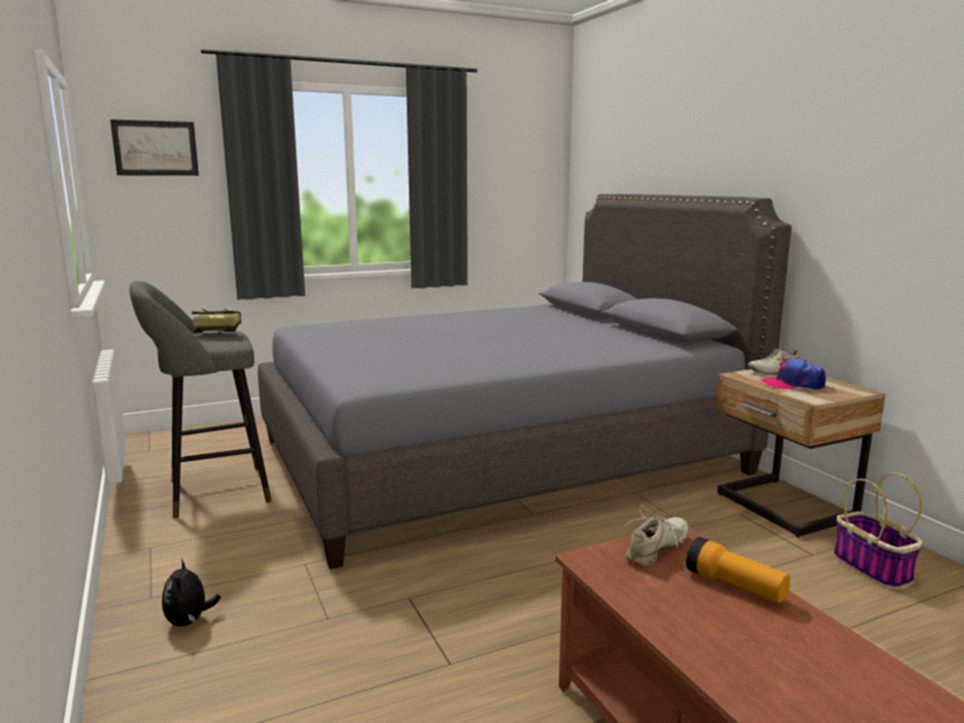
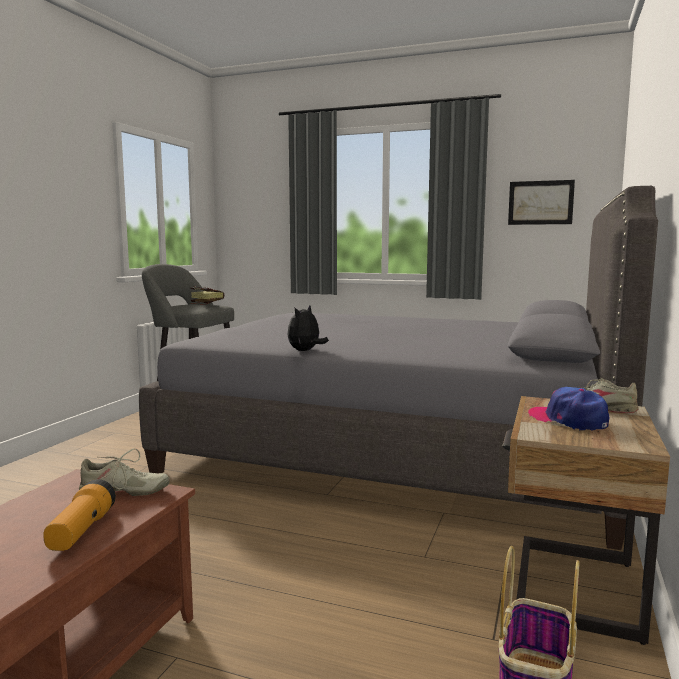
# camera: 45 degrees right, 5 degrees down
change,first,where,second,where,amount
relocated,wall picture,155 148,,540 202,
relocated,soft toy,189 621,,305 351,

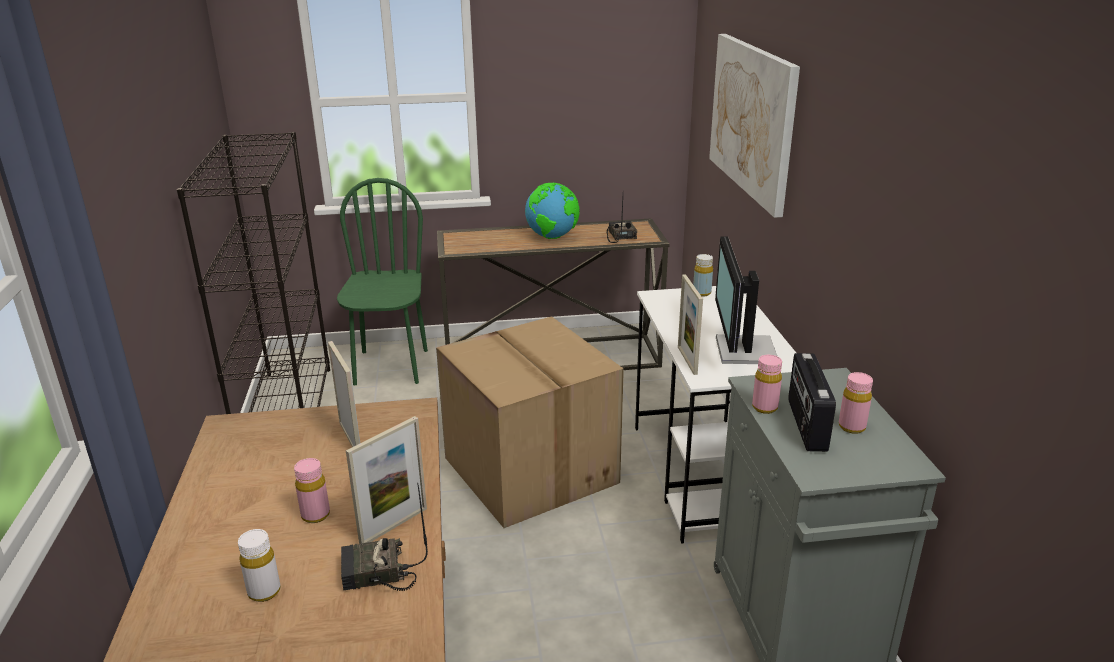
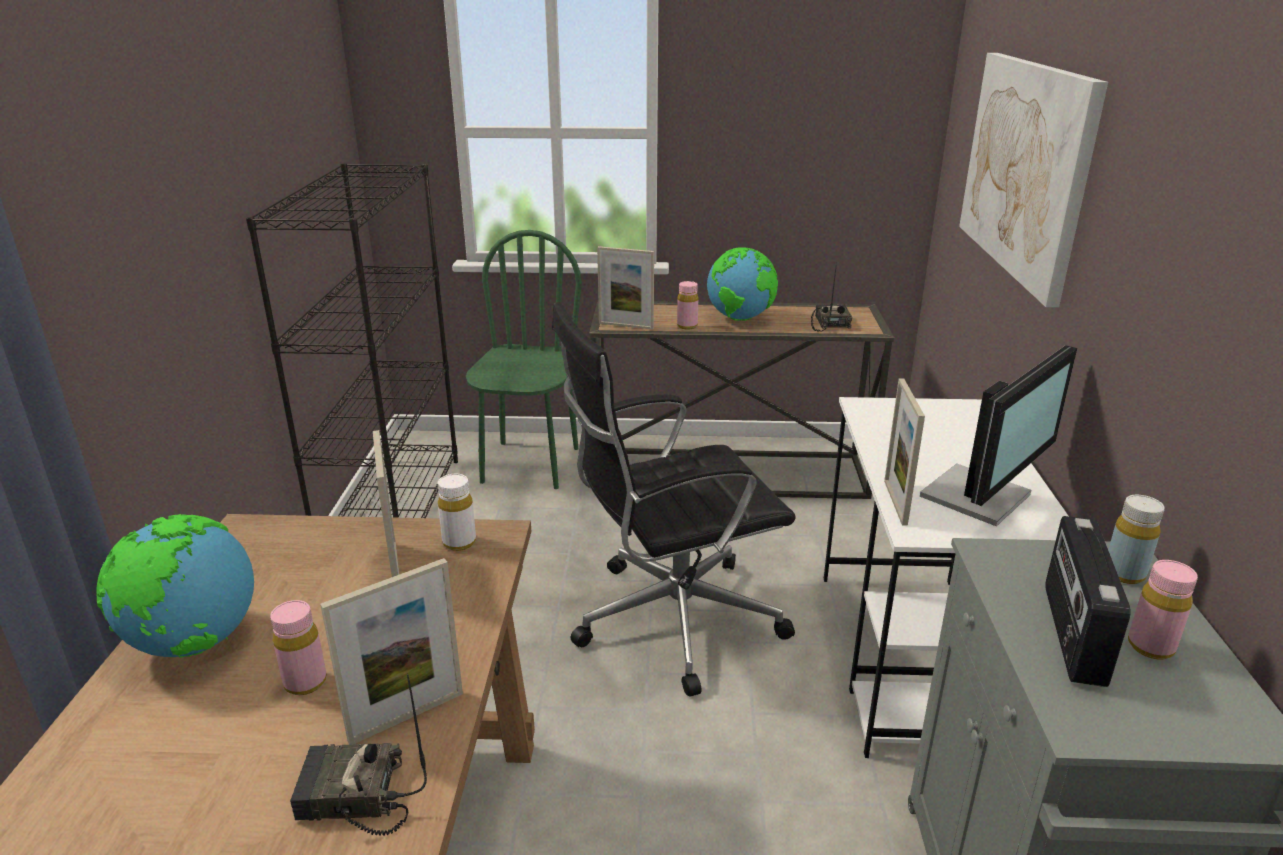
# camera: 10 degrees right, 0 degrees up
change,first,where,second,where,amount
appeared,,,desk globe,193 644,
appeared,,,photo frame,626 325,
relocated,white drink bottle,264 591,,459 542,
relocated,yellow-coloured drink bottle,702 293,,1124 574,
relocated,pink drink bottle,764 407,,687 326,
exchanged,cardboard box,527 469,black computer chair,671 620,
spun,monitor,743 351,,980 496,150 degrees counterclockwise

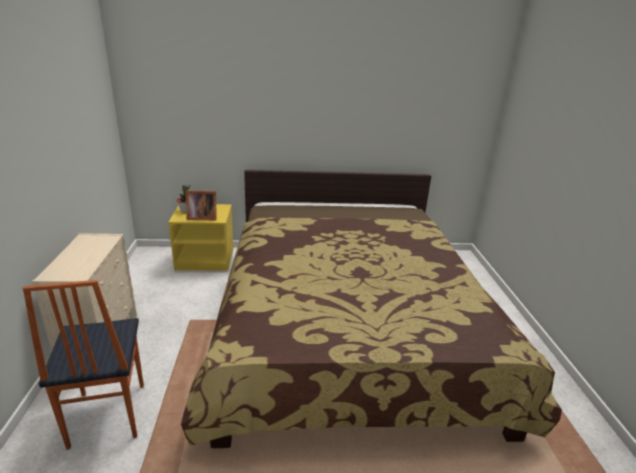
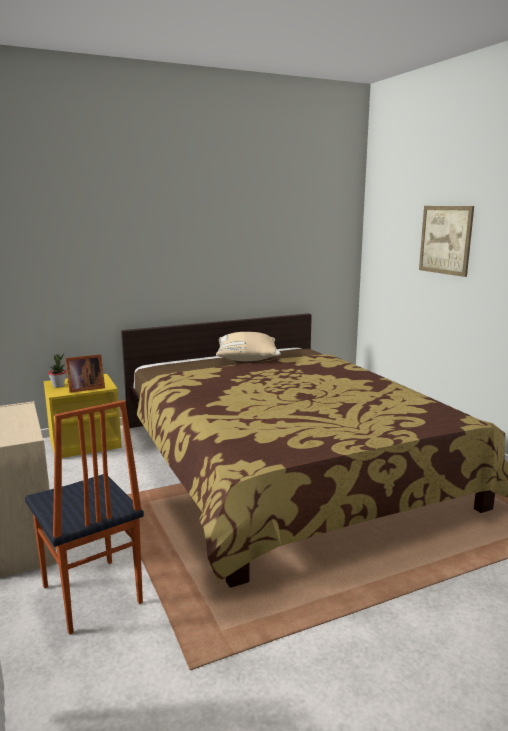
# camera: 20 degrees left, 10 degrees down
change,first,where,second,where,amount
appeared,,,beige cushion,247 359,
appeared,,,wall picture,445 240,

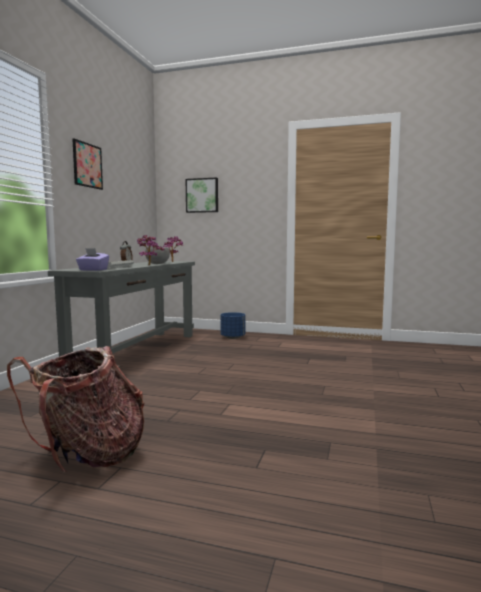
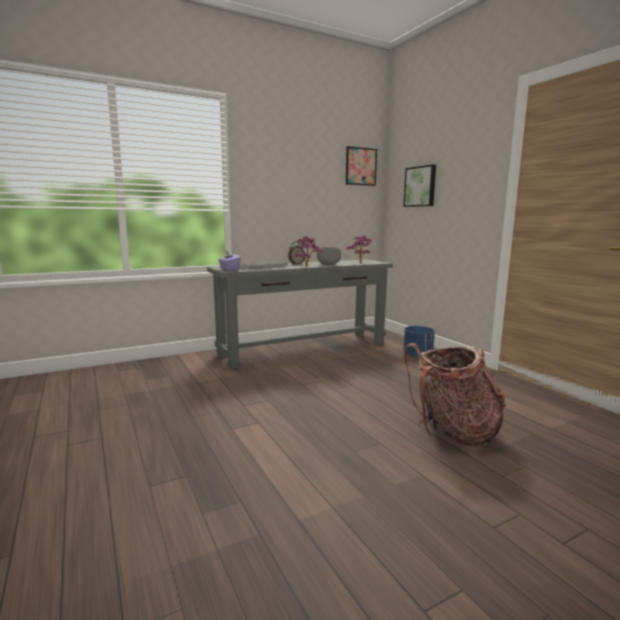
# camera: 45 degrees right, 5 degrees up
change,first,where,second,where,amount
relocated,knapsack,88 456,,452 432,
relocated,wall picture,87 165,,361 166,

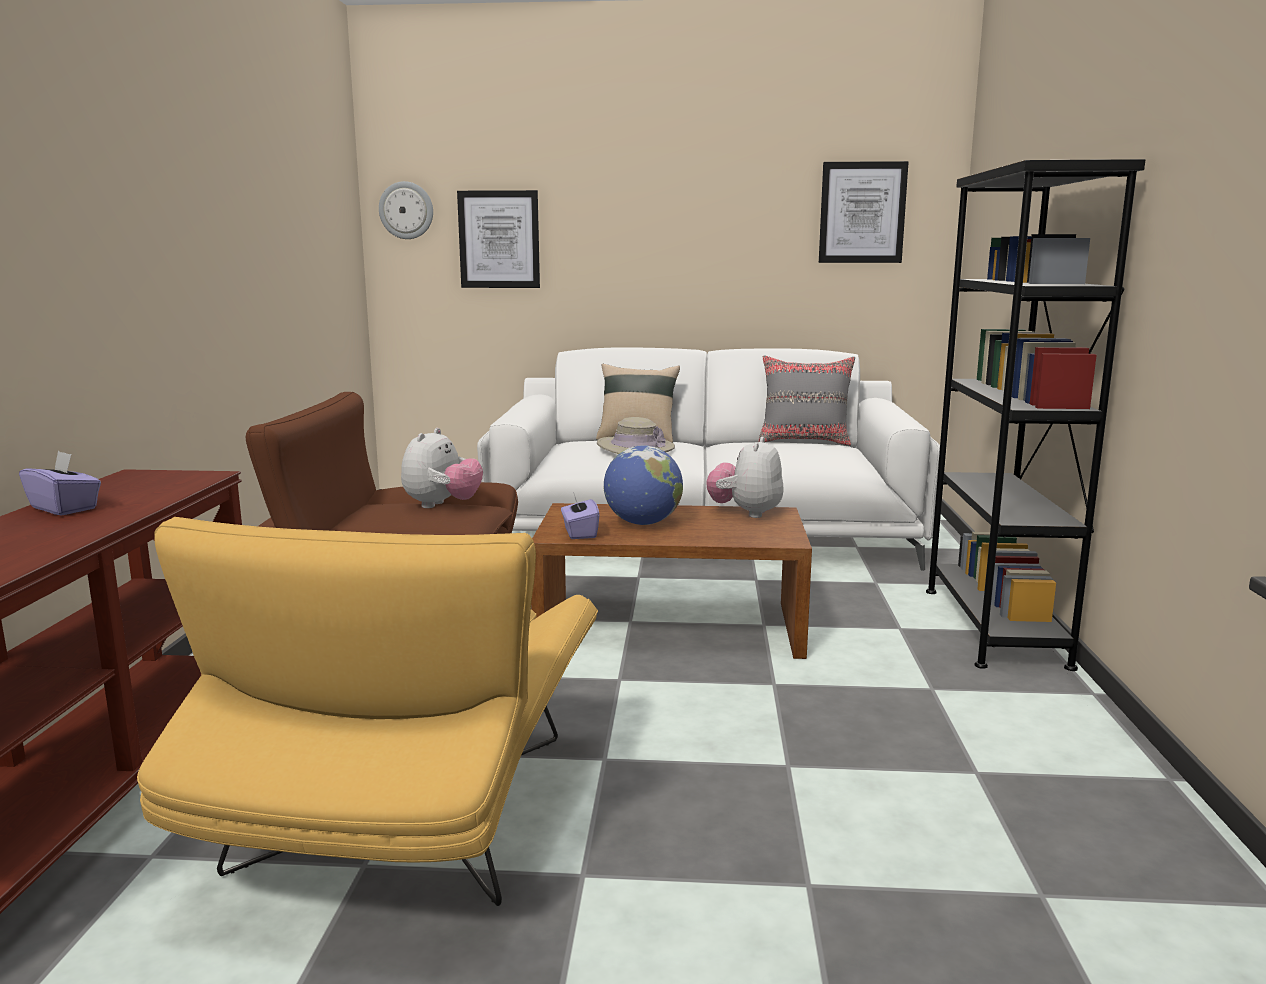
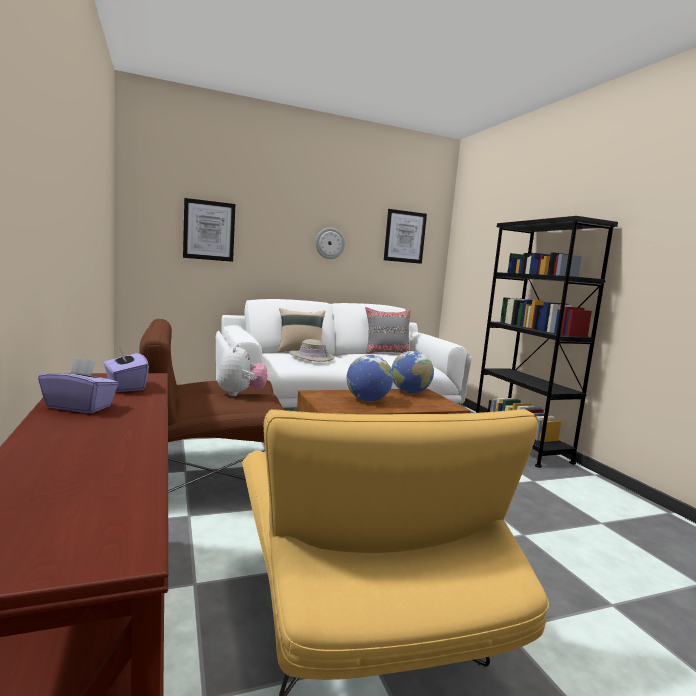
# camera: 25 degrees left, 5 degrees down
change,first,where,second,where,amount
relocated,wall clock,406 210,,330 243,
relocated,purple box of tissues,579 533,,125 386,
exchanged,soft toy,746 513,desk globe,410 392,

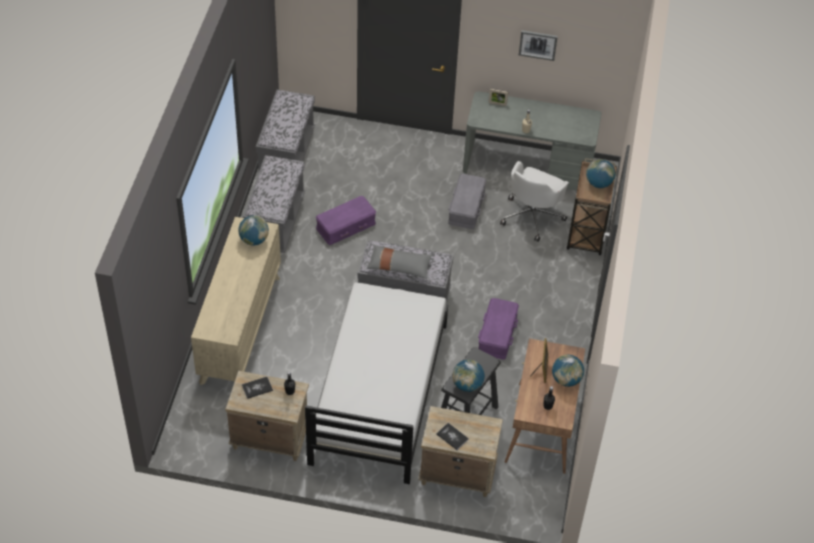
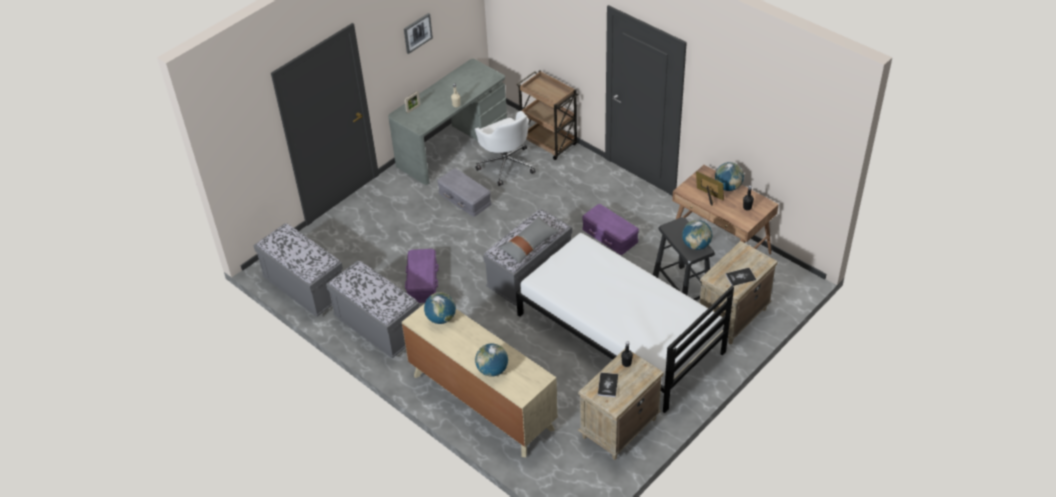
# camera: 55 degrees left, 5 degrees down
change,first,where,second,where,amount
relocated,desk globe,598 183,,492 370,

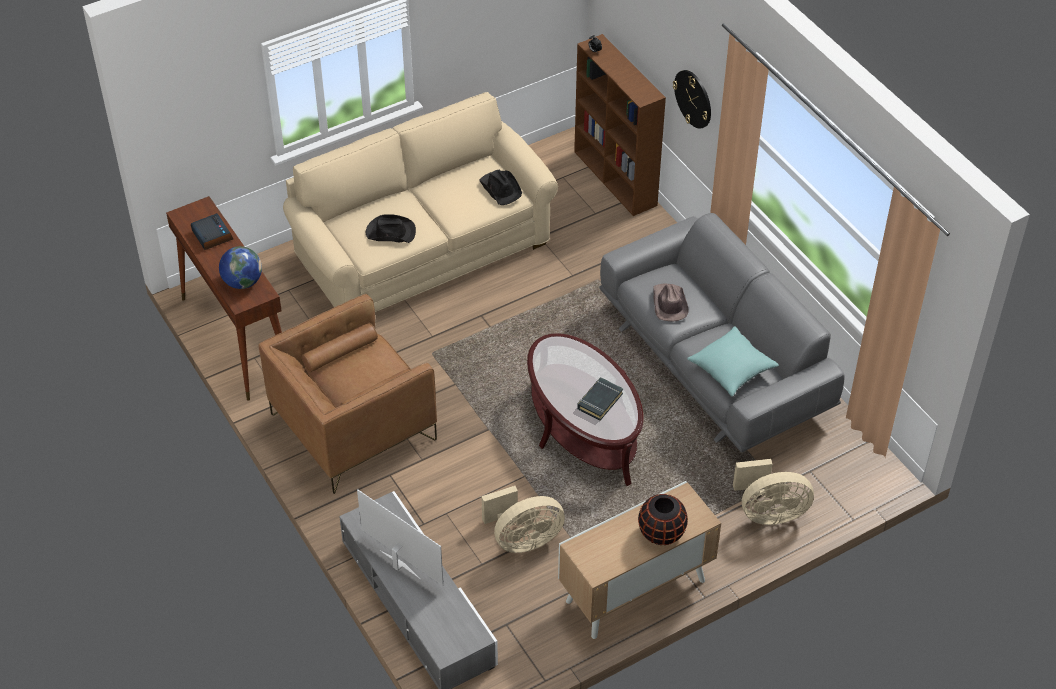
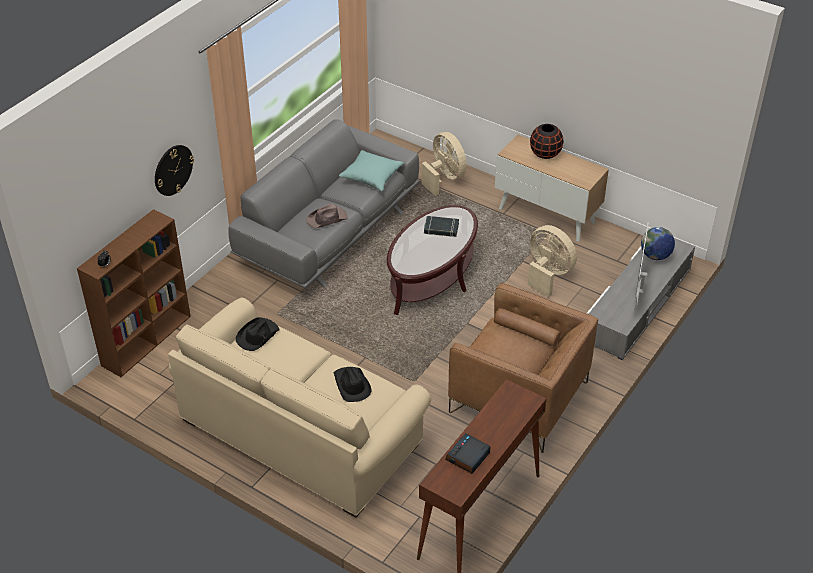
# camera: 115 degrees left, 5 degrees down
change,first,where,second,where,amount
relocated,desk globe,242 282,,655 256,

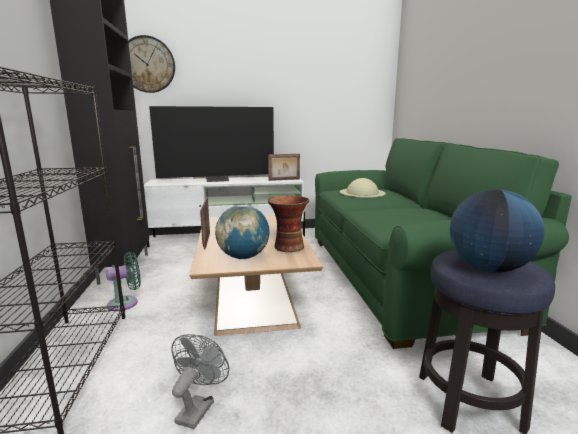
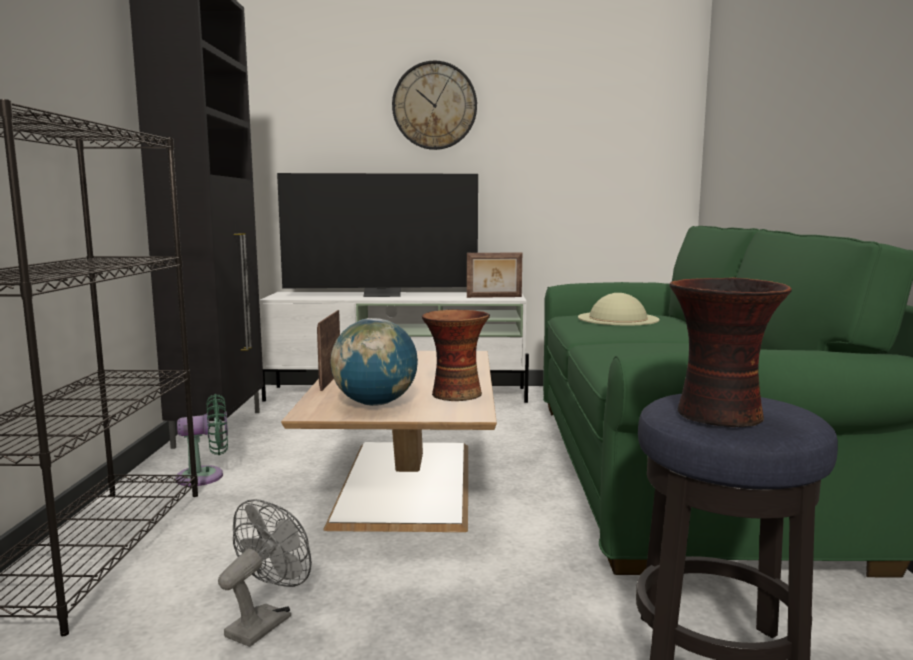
# camera: 10 degrees right, 5 degrees down
change,first,where,second,where,amount
relocated,wall clock,147 64,,434 106,
exchanged,desk globe,488 269,vase,720 416,

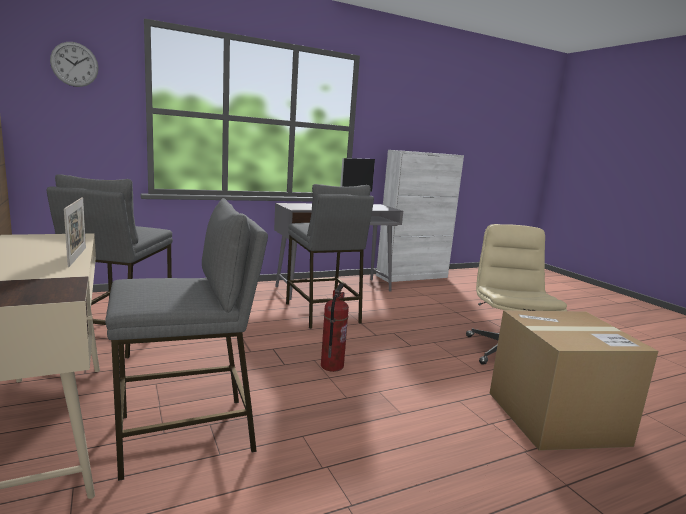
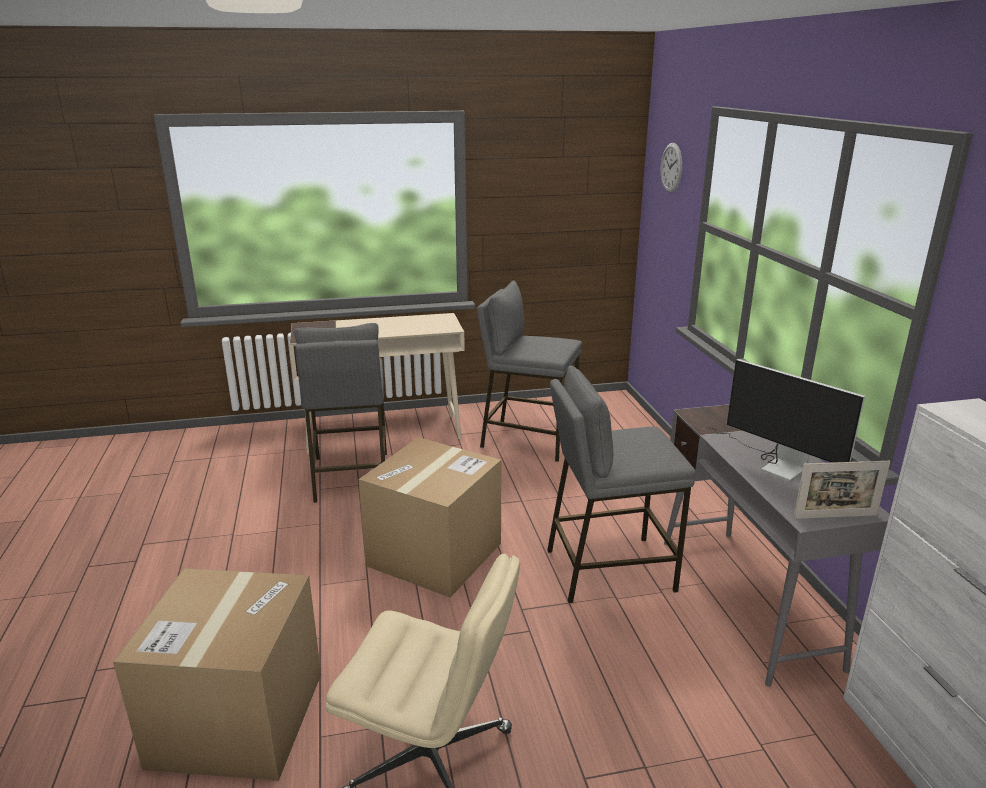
# camera: 105 degrees right, 10 degrees up
change,first,where,second,where,amount
relocated,photo frame,77 257,,835 516,
exchanged,extinguisher,331 366,cardboard box,434 554,

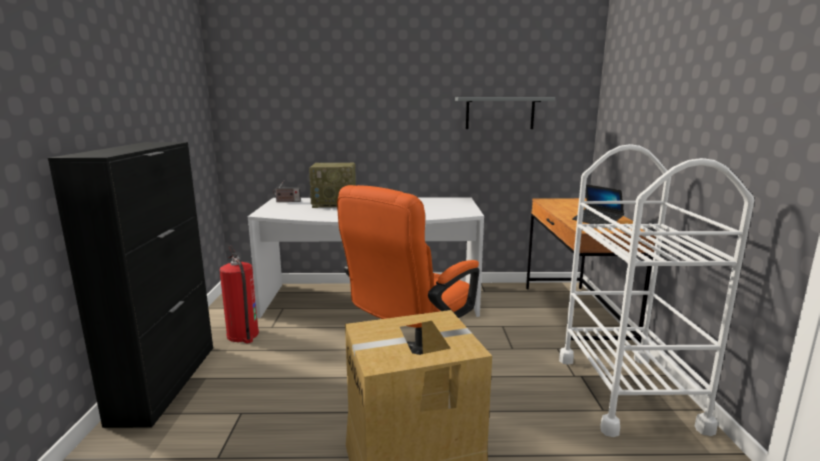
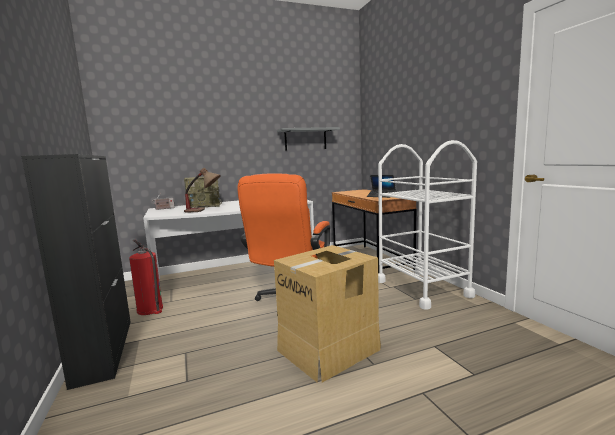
# camera: 20 degrees left, 5 degrees down
change,first,where,second,where,amount
appeared,,,table lamp,204 210,

